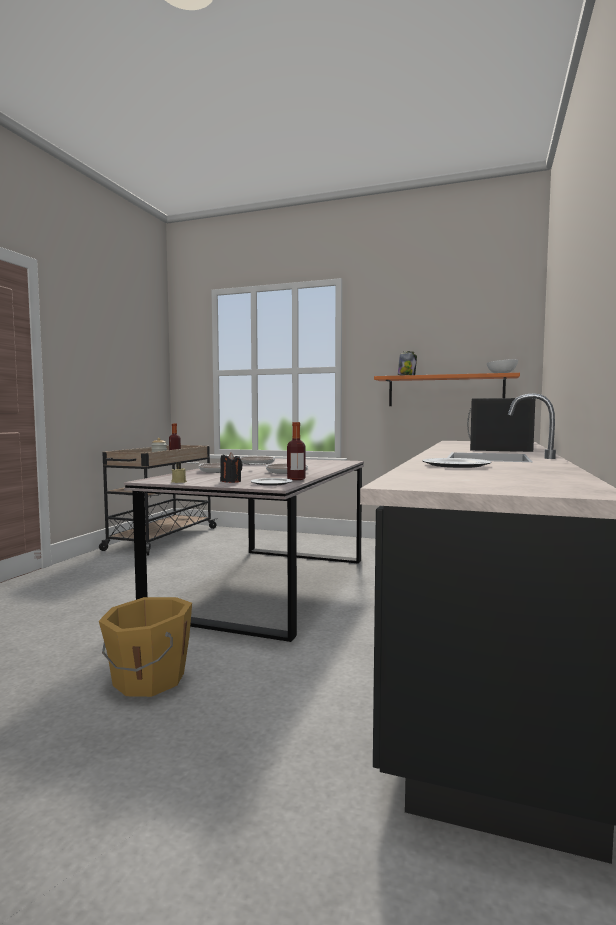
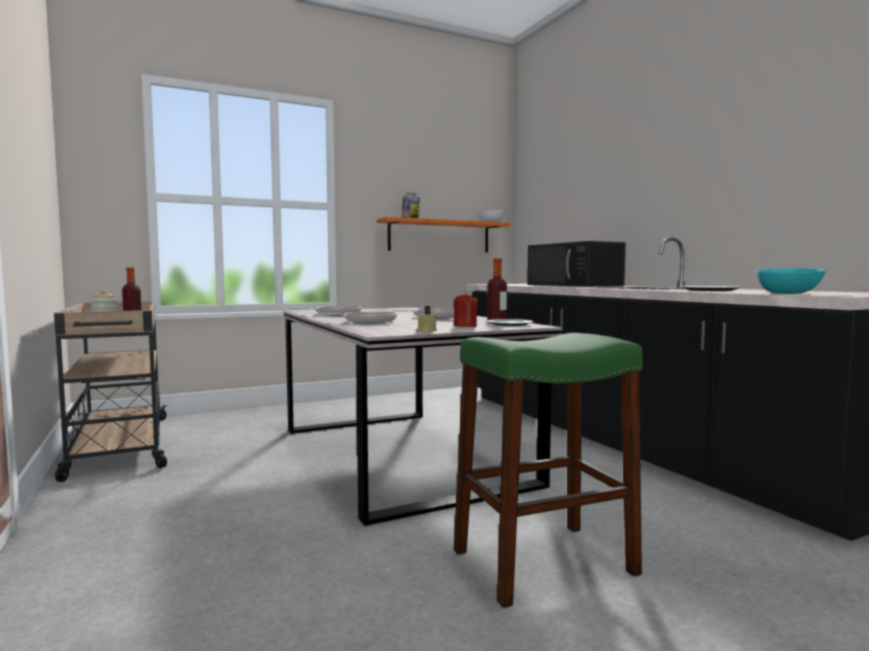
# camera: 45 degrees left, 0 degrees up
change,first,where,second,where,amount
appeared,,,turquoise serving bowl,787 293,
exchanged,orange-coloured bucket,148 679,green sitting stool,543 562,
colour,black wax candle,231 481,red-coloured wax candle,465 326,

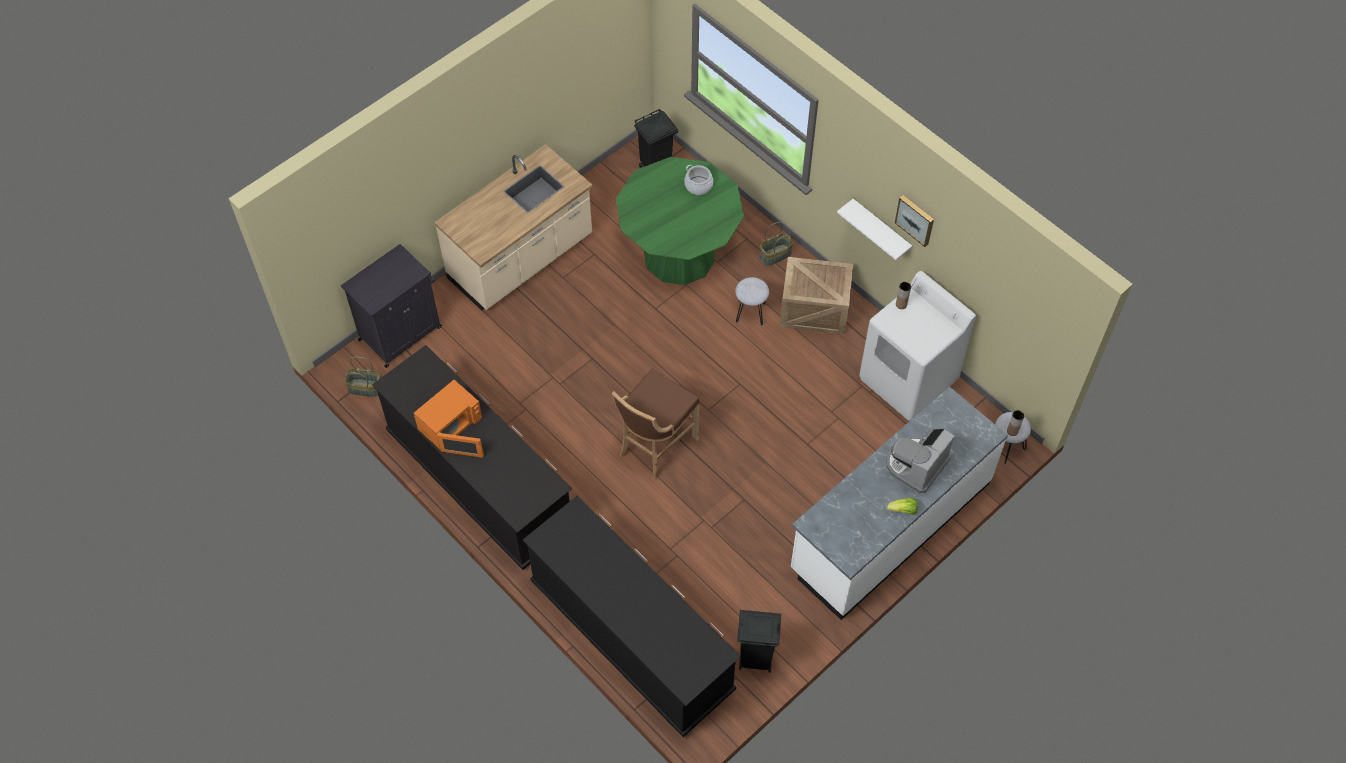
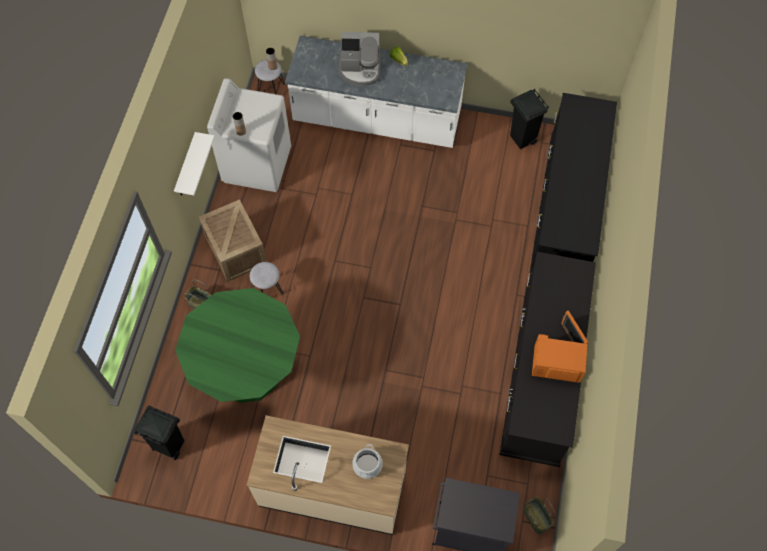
# camera: 125 degrees left, 5 degrees up
change,first,where,second,where,amount
missing,brownish sitting stool,655 447,,,
missing,wall picture,915 219,,,
relocated,saucepot,698 186,,367 465,

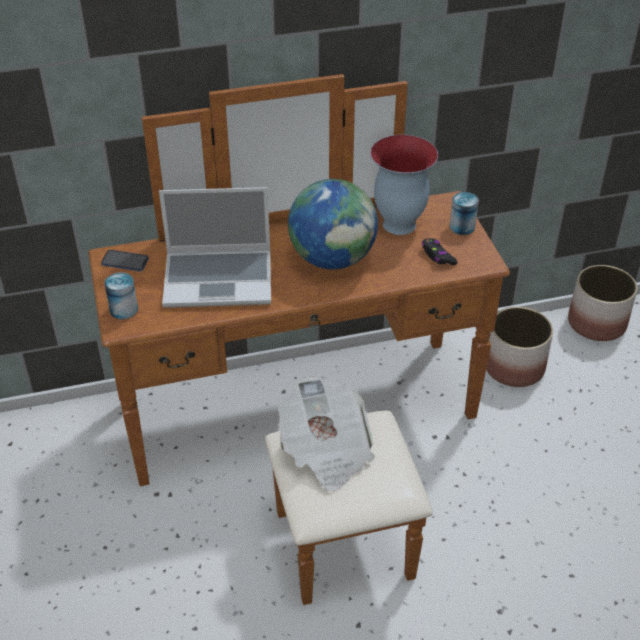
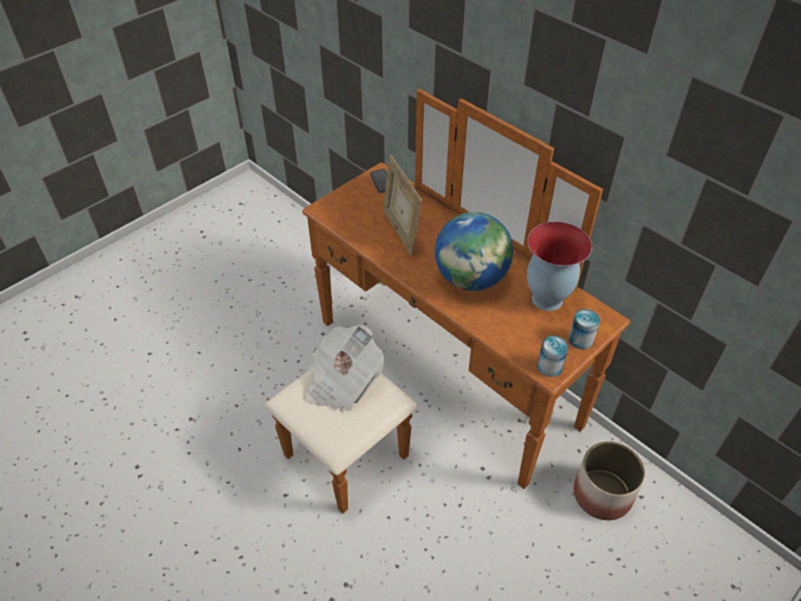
# camera: 60 degrees right, 5 degrees up
change,first,where,second,where,amount
missing,black game controller,437 256,,,
missing,planter,597 323,,,
relocated,metal can,123 309,,549 366,
exchanged,portable computer,220 279,photo frame,400 231,

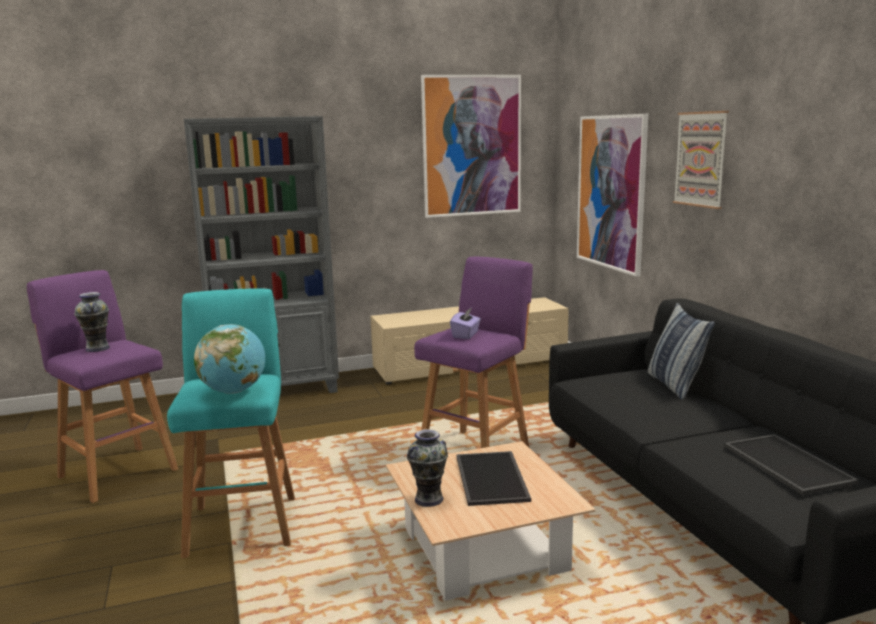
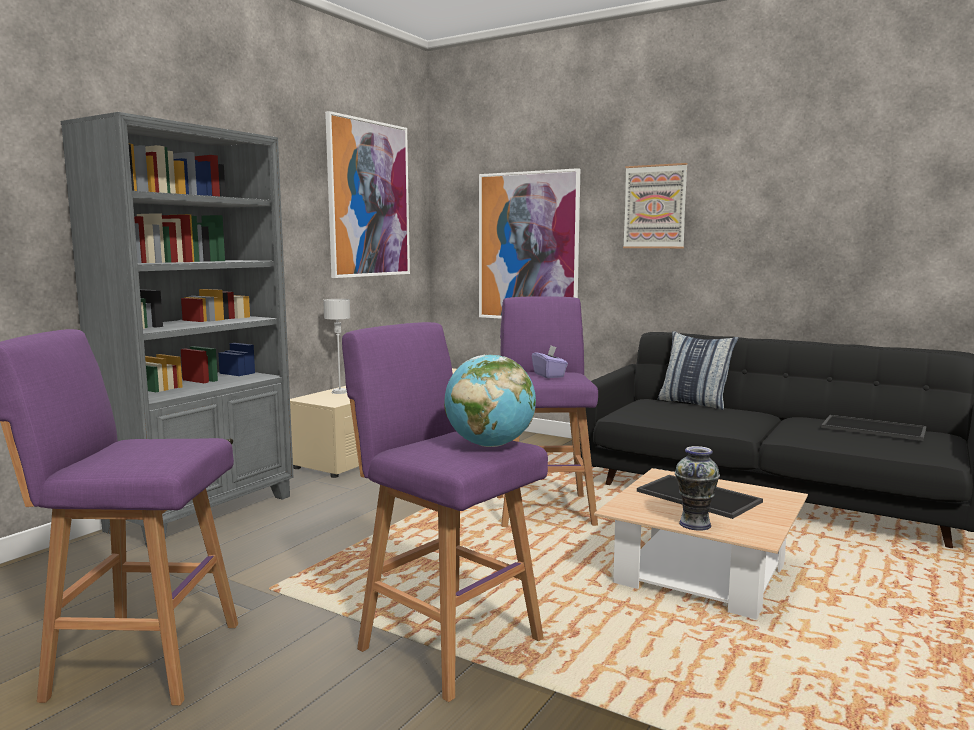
# camera: 40 degrees left, 5 degrees down
change,first,where,second,where,amount
missing,vase,98 348,,,
appeared,,,grey table lamp,340 392,
colour,turquoise sitting stool,243 523,purple sitting stool,446 641,

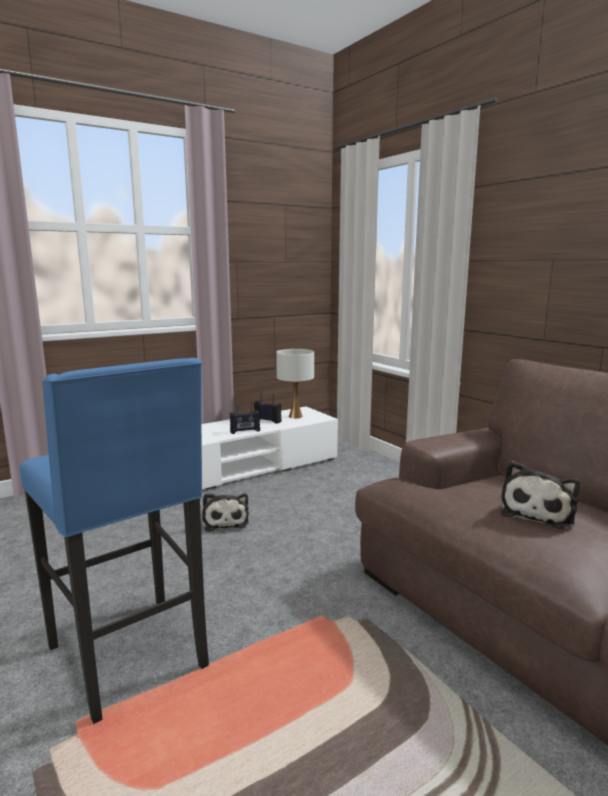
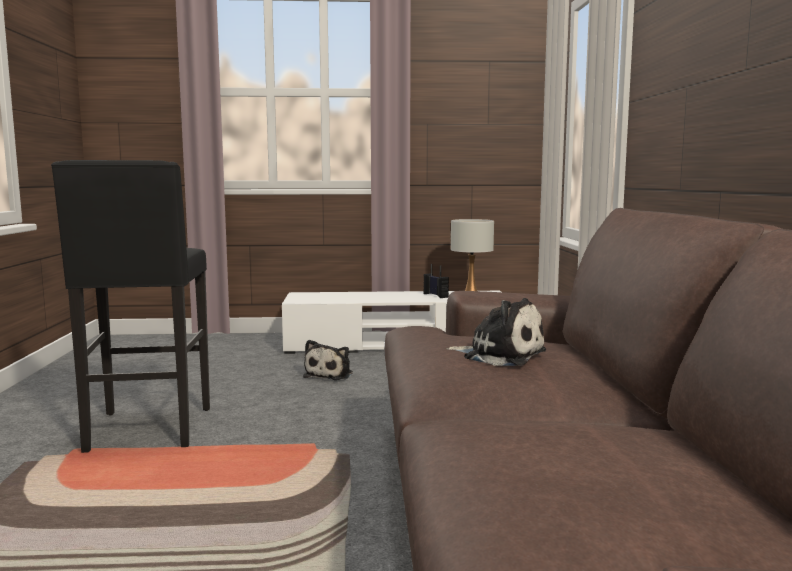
# camera: 30 degrees right, 5 degrees down
change,first,where,second,where,amount
missing,radio receiver,245 431,,,
colour,blue-coloured sitting stool,132 658,black sitting stool,148 431,
spun,soft toy,538 512,,500 355,120 degrees counterclockwise

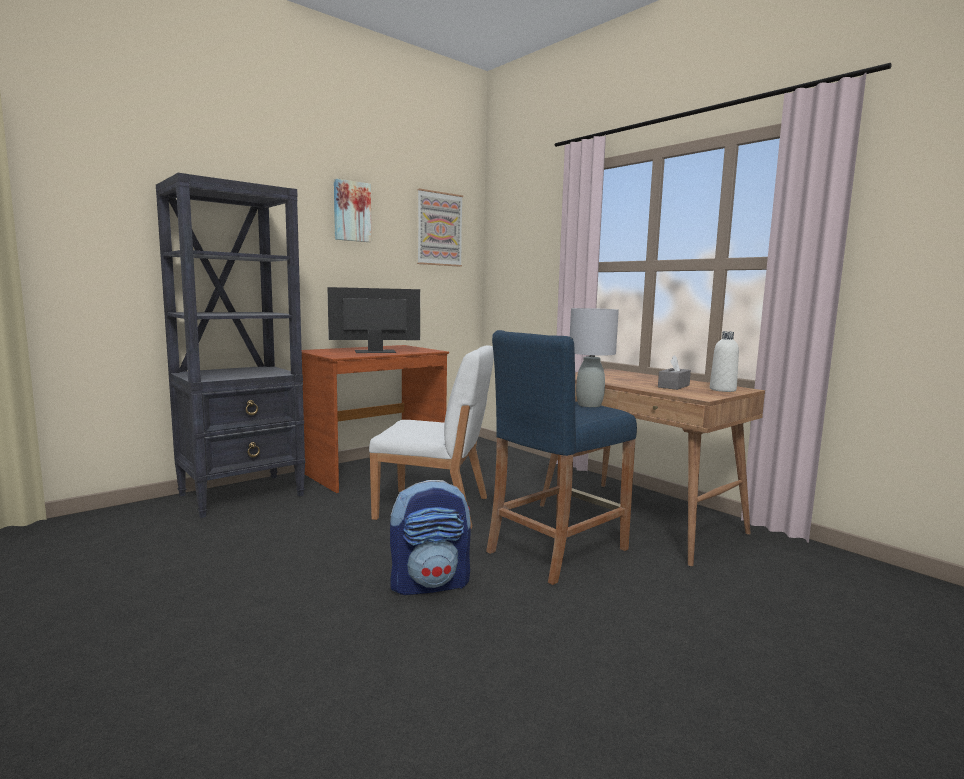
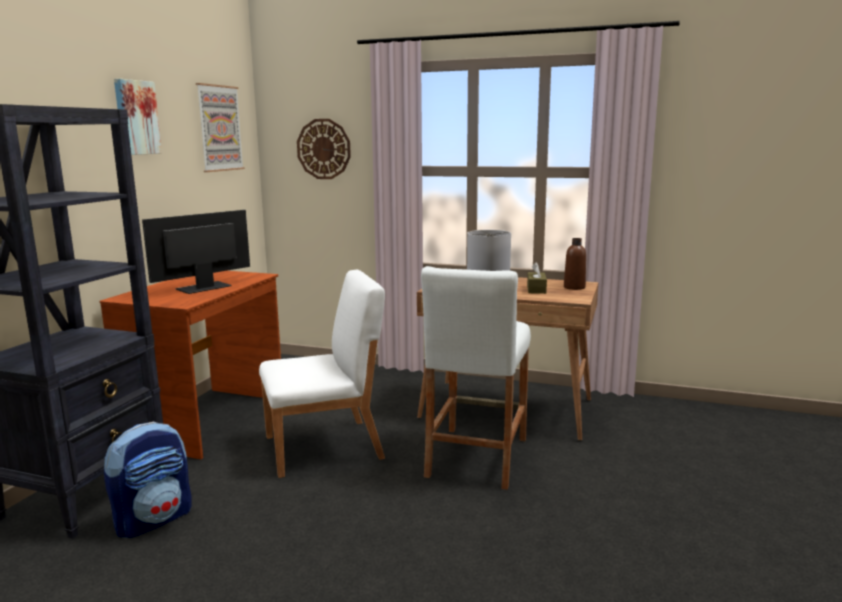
# camera: 30 degrees left, 5 degrees up
change,first,where,second,where,amount
appeared,,,wall clock,324 149,
relocated,knapsack,430 584,,154 519,
colour,blue-coloured sitting stool,557 550,white sitting stool,476 457,
colour,grey box of tissues,673 386,brownish box of tissues,536 289,
colour,white drink bottle,722 390,brownish drink bottle,574 287,

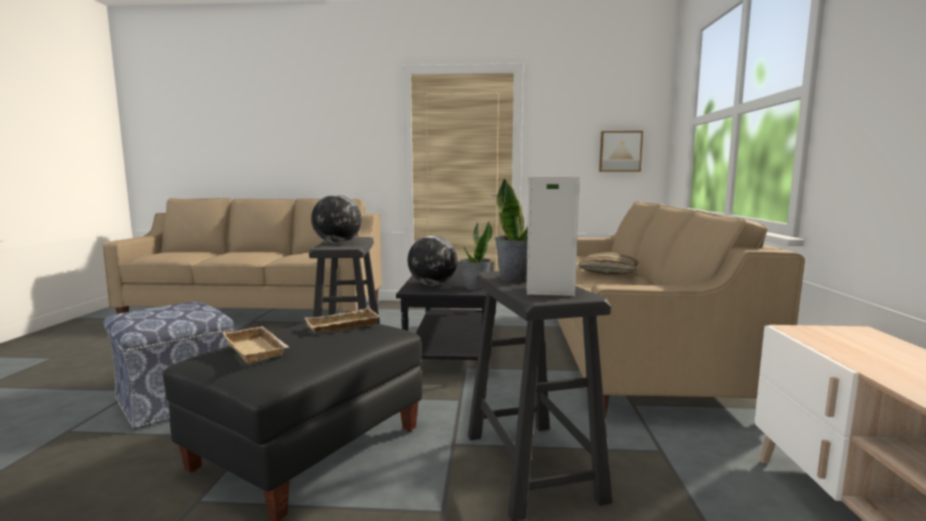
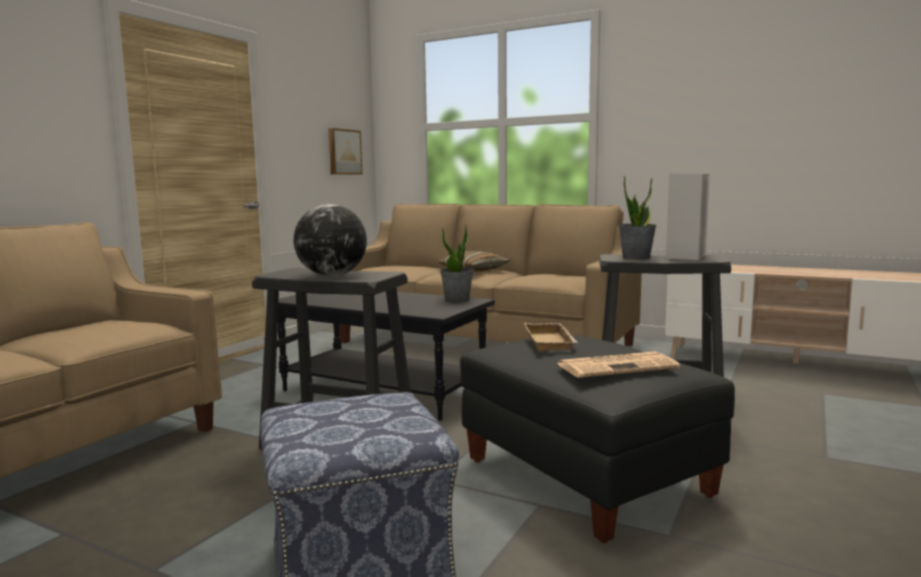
# camera: 65 degrees left, 0 degrees up
change,first,where,second,where,amount
missing,desk globe,432 284,,,
exchanged,beige carrying tray,258 349,newspaper,617 366,

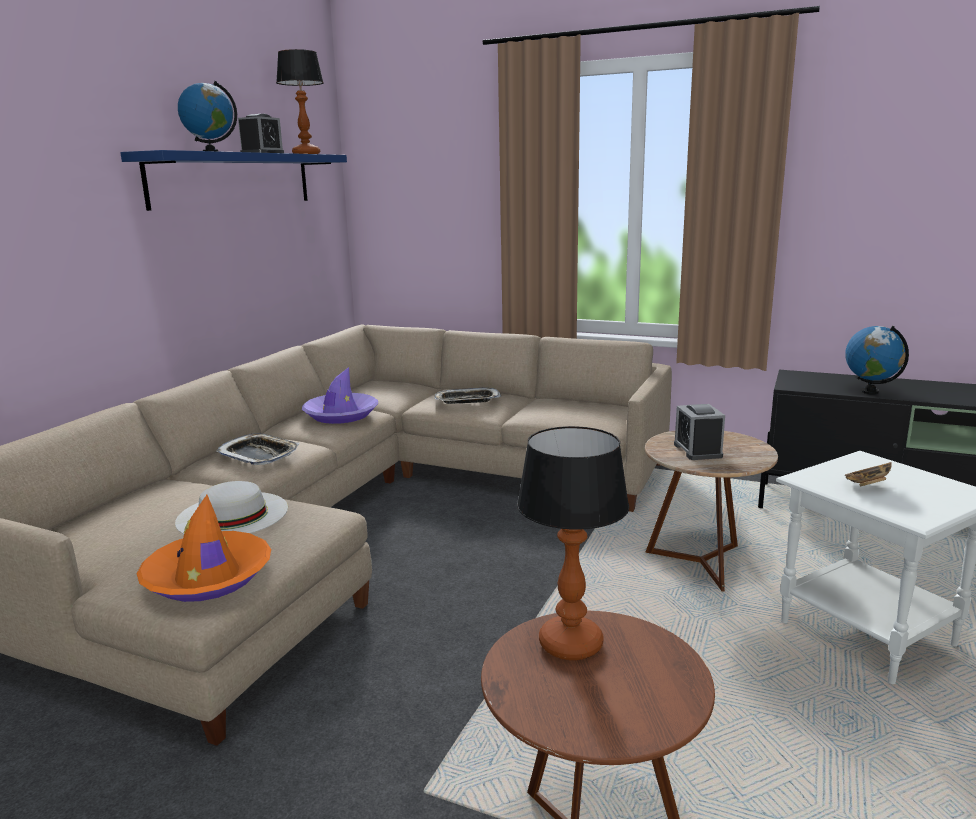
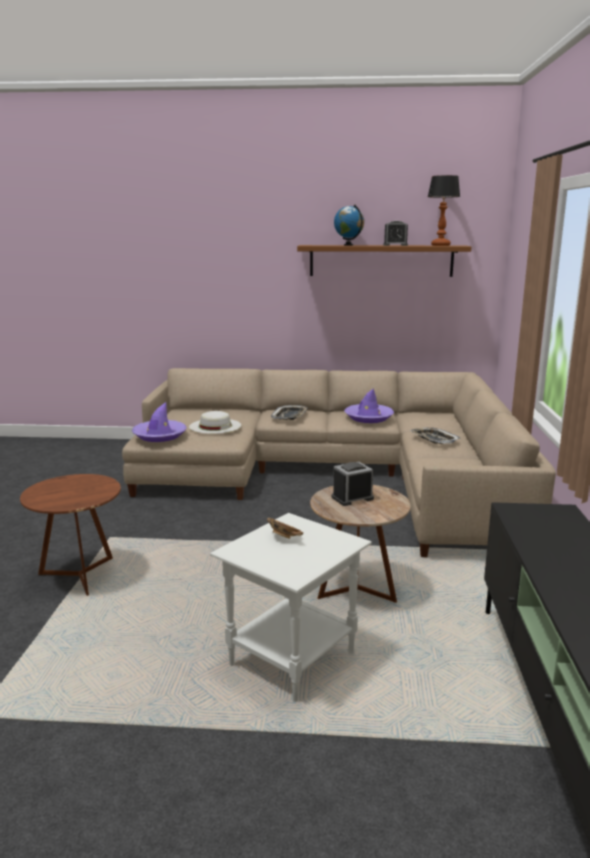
# camera: 70 degrees right, 0 degrees up
change,first,where,second,where,amount
missing,table lamp,569 644,,,
missing,desk globe,870 391,,,
colour,blue-coloured shelf,234 179,brownish shelf,381 260,
colour,orange-coloured clothing hat,208 577,purple clothing hat,159 436,

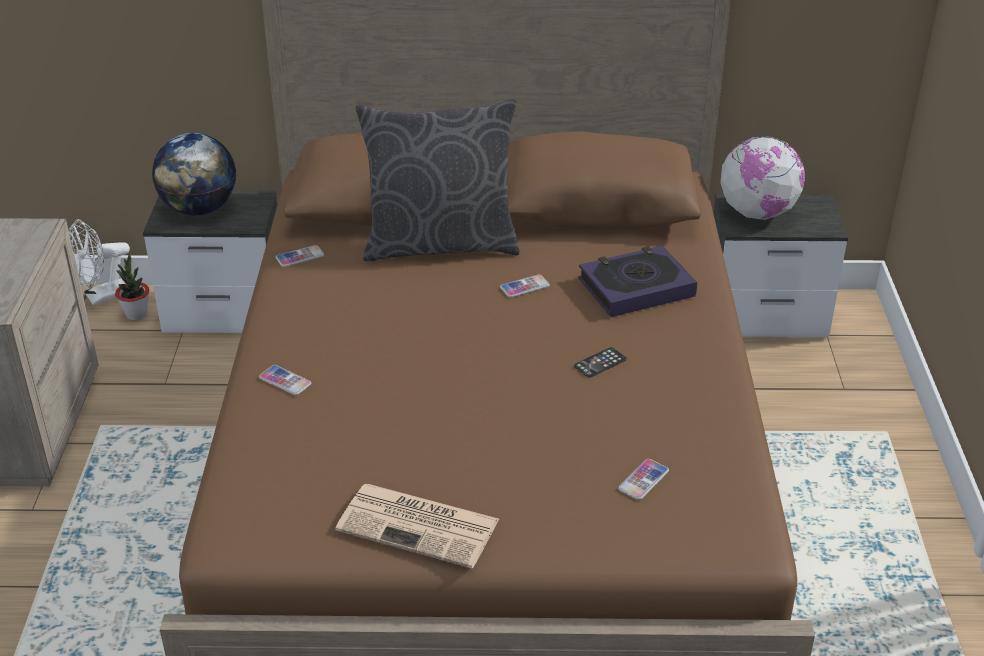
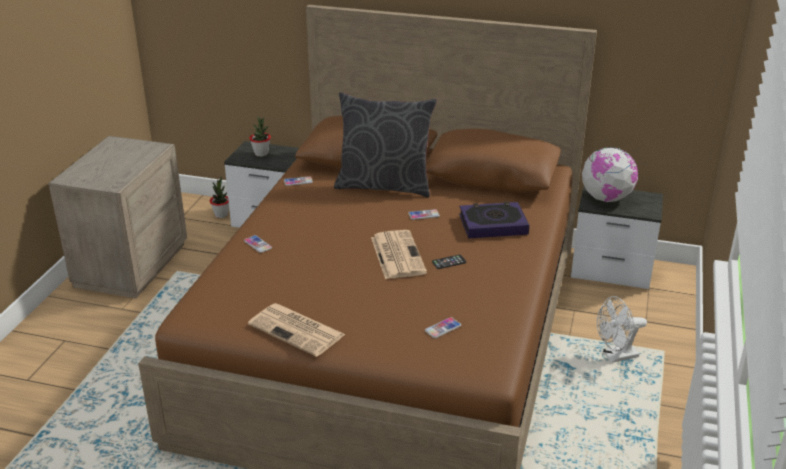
# camera: 15 degrees right, 5 degrees down
change,first,where,second,where,amount
appeared,,,newspaper,397 255,
relocated,white electric fan,101 297,,615 356,
exchanged,desk globe,199 209,plant in a pot,261 154,

